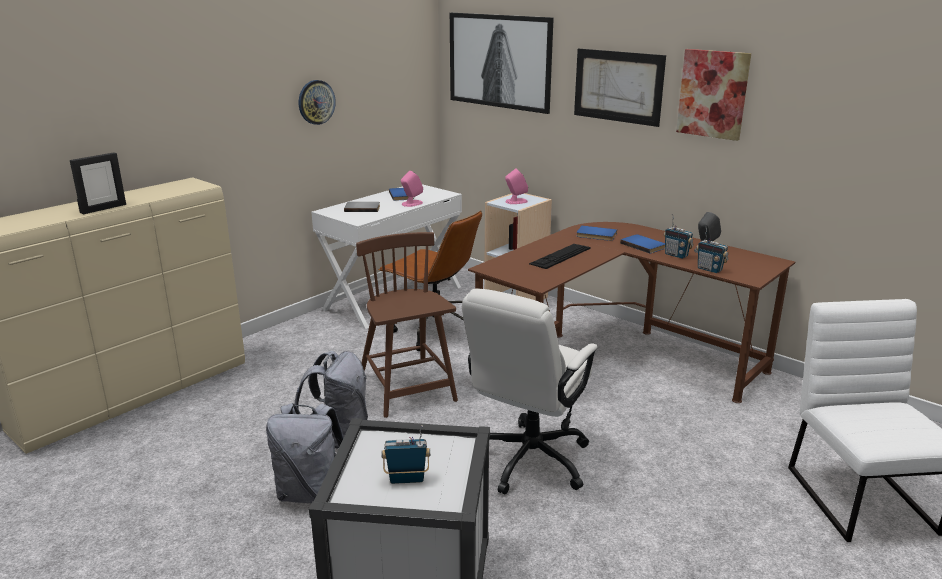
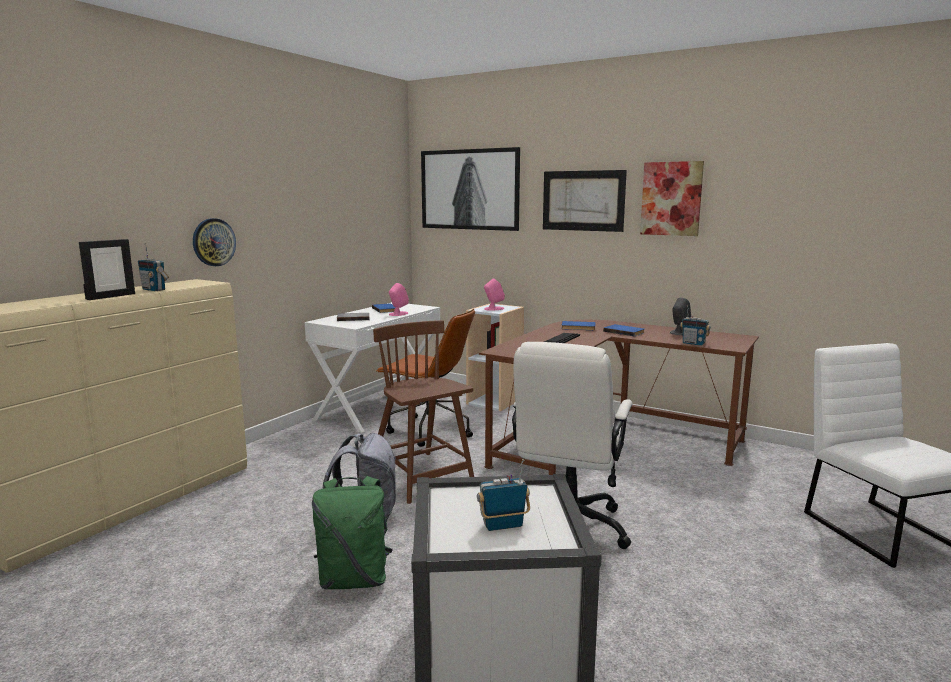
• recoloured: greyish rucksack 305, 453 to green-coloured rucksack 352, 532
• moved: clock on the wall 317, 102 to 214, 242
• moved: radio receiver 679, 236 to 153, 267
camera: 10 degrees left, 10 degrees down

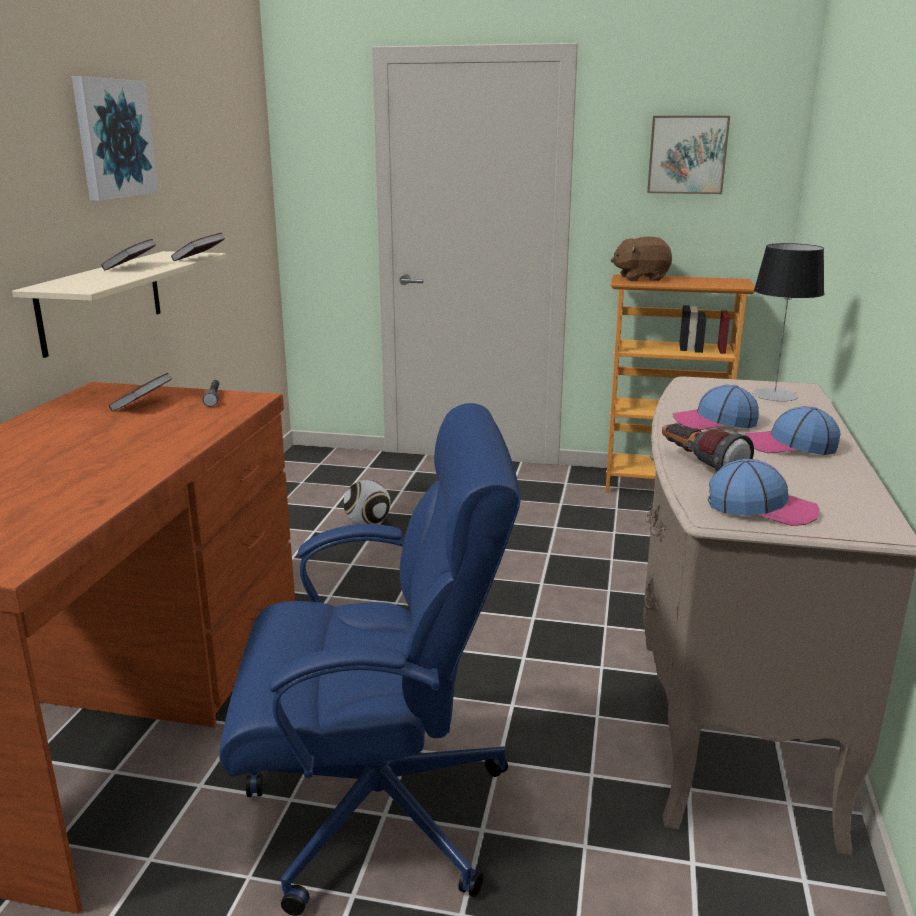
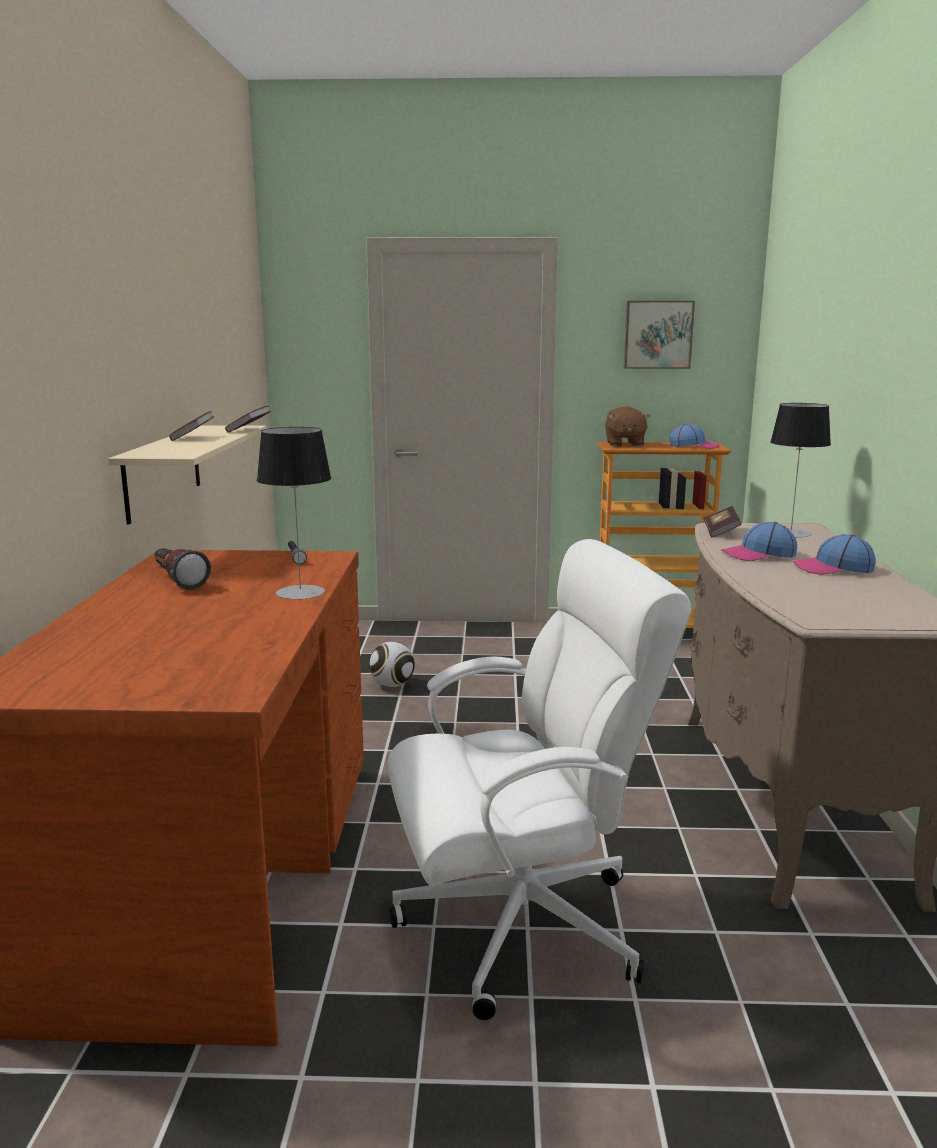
• removed: wall picture 115, 138
• moved: bound book 140, 392 to 723, 522
• recoloured: bluish desk chair 370, 659 to white desk chair 539, 779
• turned: brownish plush toy 641, 259 = 627, 426 75 degrees counterclockwise
• moved: torch 708, 447 to 182, 569
• moved: baseball cap 764, 492 to 694, 436
• added: tabletop lamp 294, 513
camera: 10 degrees left, 5 degrees down

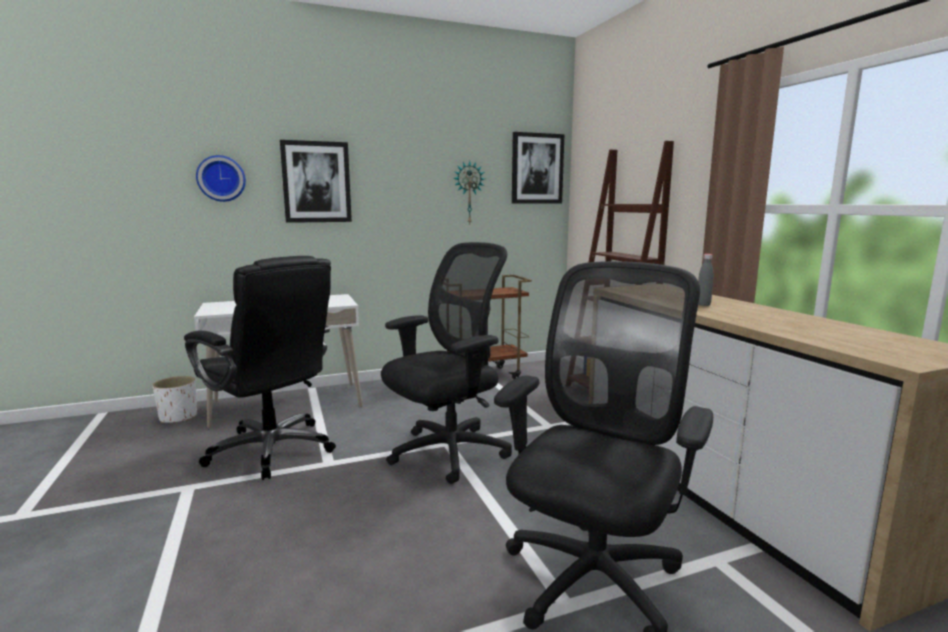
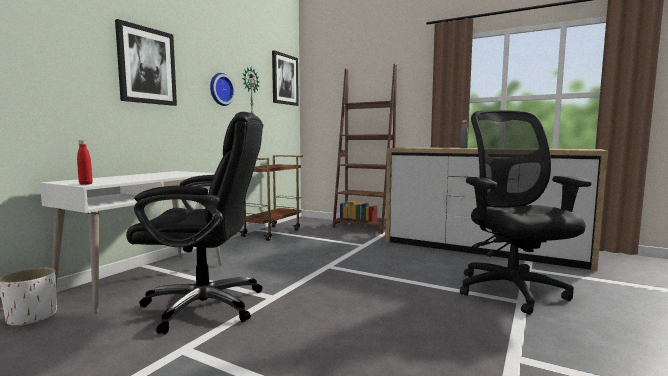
• moved: clock on the wall 221, 178 to 222, 89
• removed: black-coloured desk chair 446, 363
• added: red-coloured bottle 85, 162
camera: 40 degrees left, 5 degrees down

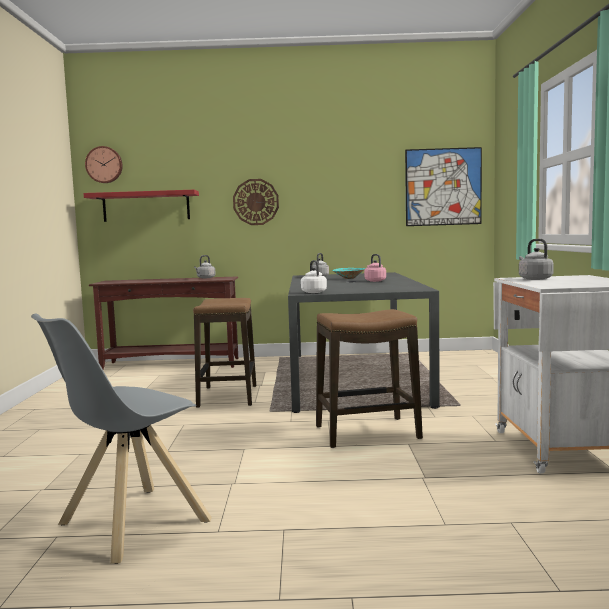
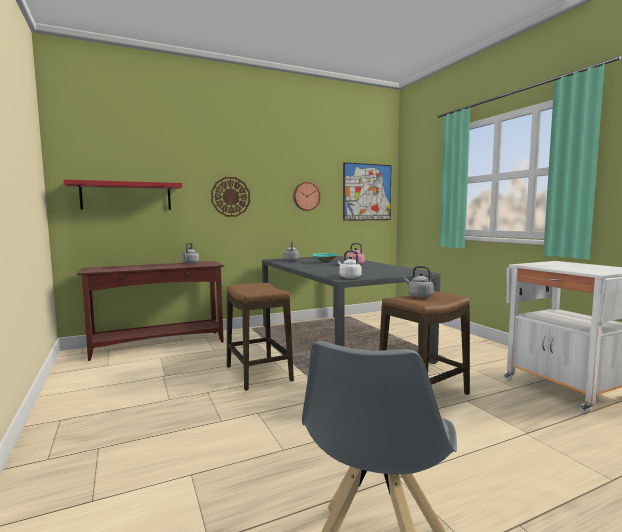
• moved: clock on the wall 104, 164 to 306, 196
• moved: greyish tea kettle 536, 259 to 419, 282
camera: 25 degrees left, 0 degrees up

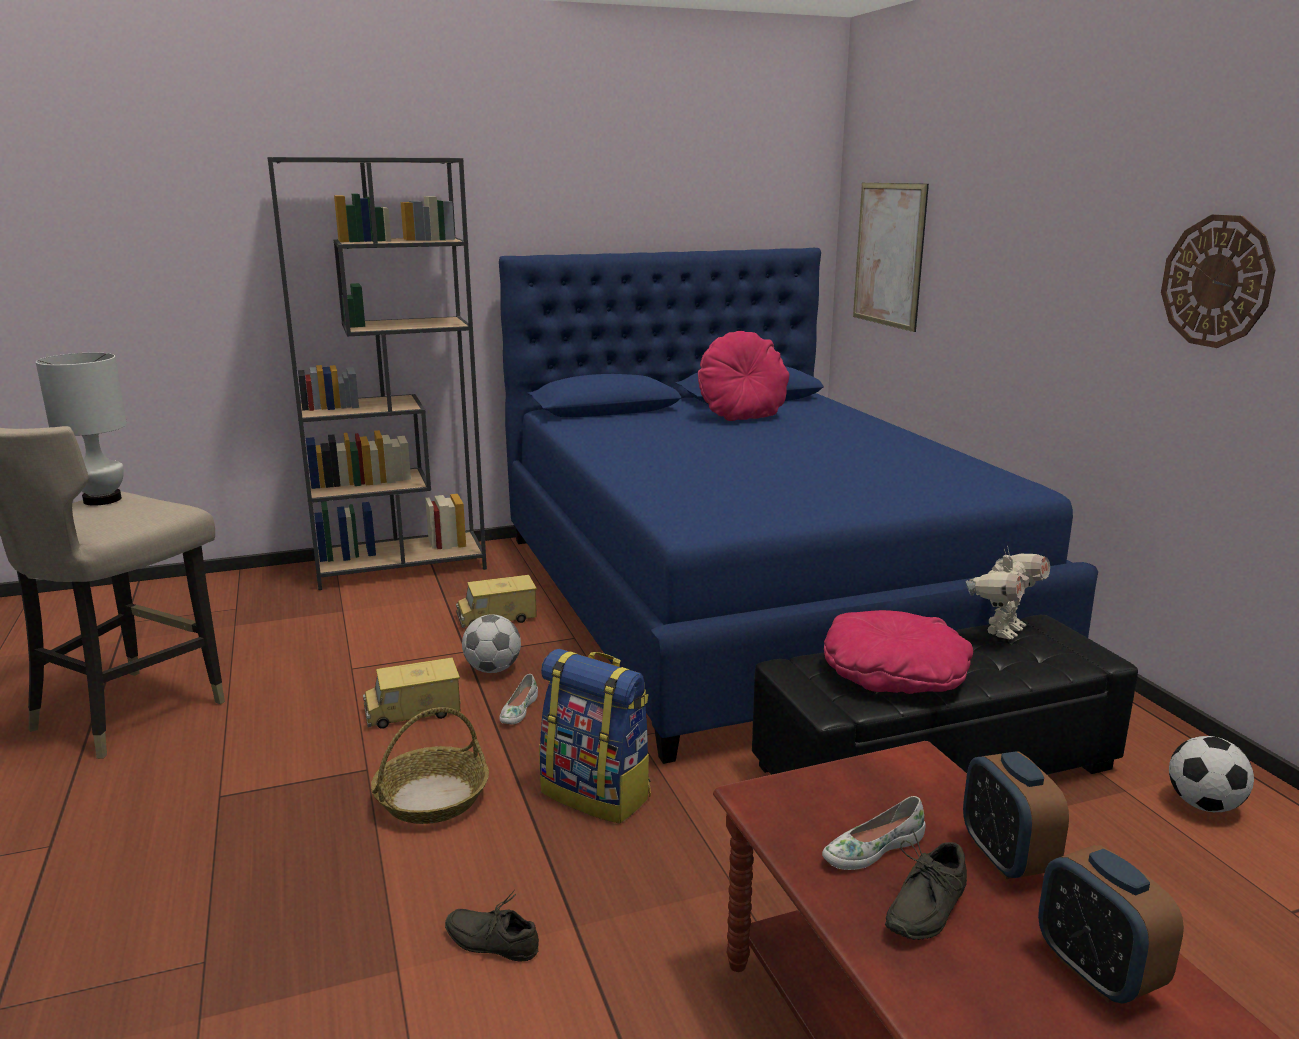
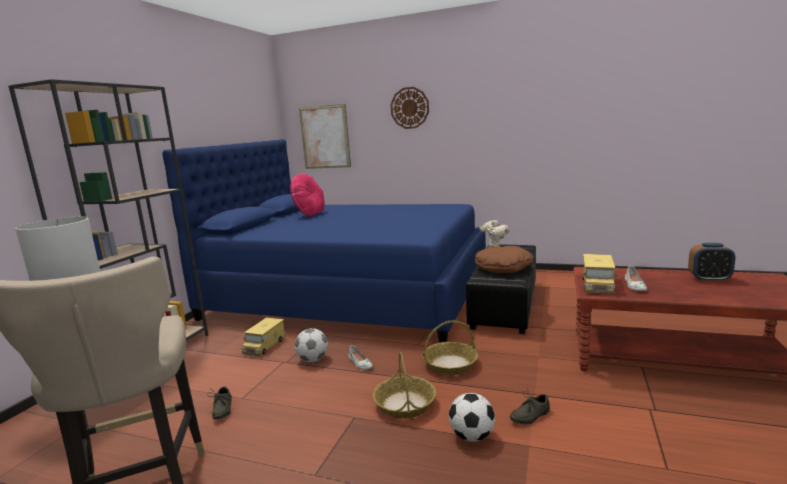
• moved: toy lorry 412, 693 to 599, 274
• replaced: rucksack 595, 736 to basket 450, 347
• recoloured: pink cushion 898, 652 to brownish cushion 504, 259
• moved: greyish shoe 926, 885 to 219, 403
• removed: alarm clock 1016, 815
• moved: clock on the wall 1218, 281 to 410, 108
• moved: football 1211, 774 to 472, 417
camera: 50 degrees left, 5 degrees down

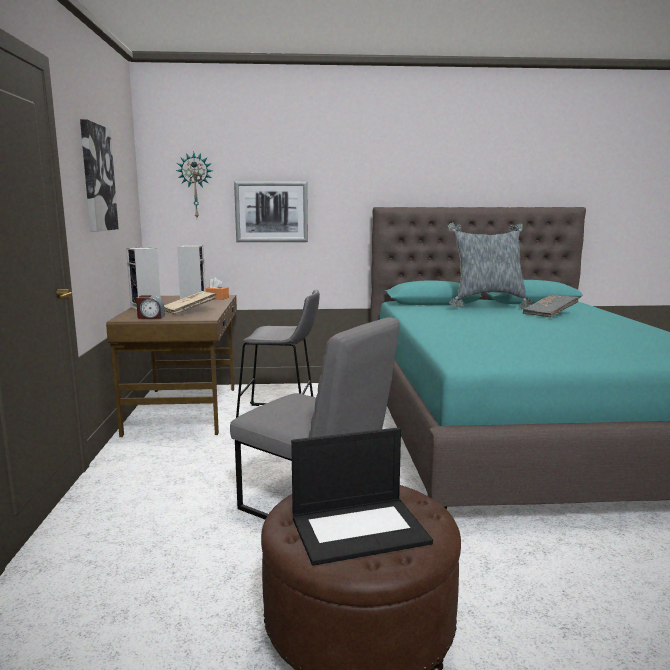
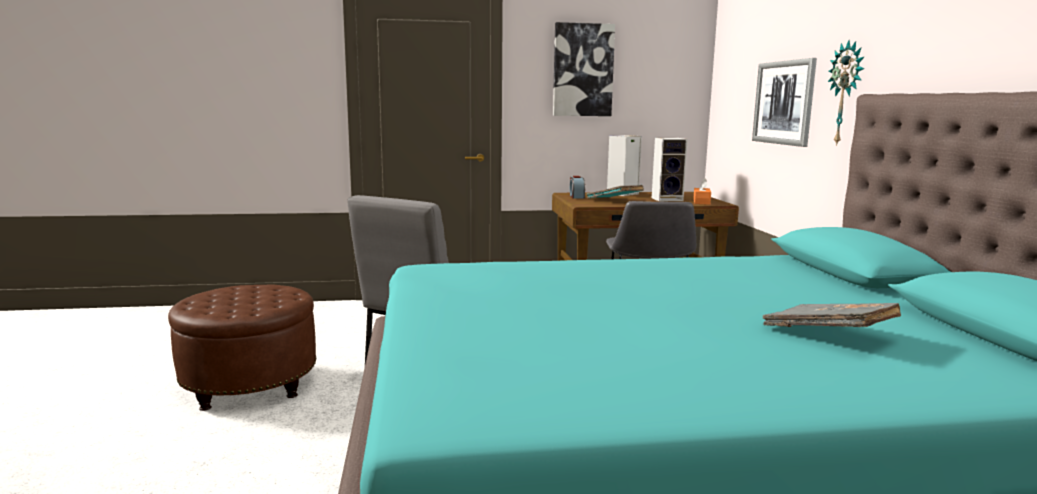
• recoloured: sand-coloured bound book 190, 302 to blue-green bound book 615, 191
• moved: clock on the wall 194, 185 to 846, 93
• removed: notebook computer 362, 496
• removed: cushion 491, 265
camera: 85 degrees right, 0 degrees up

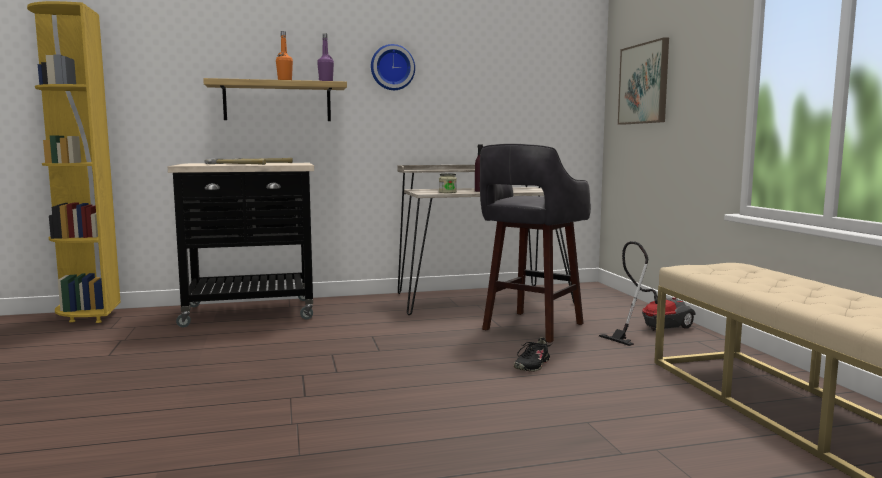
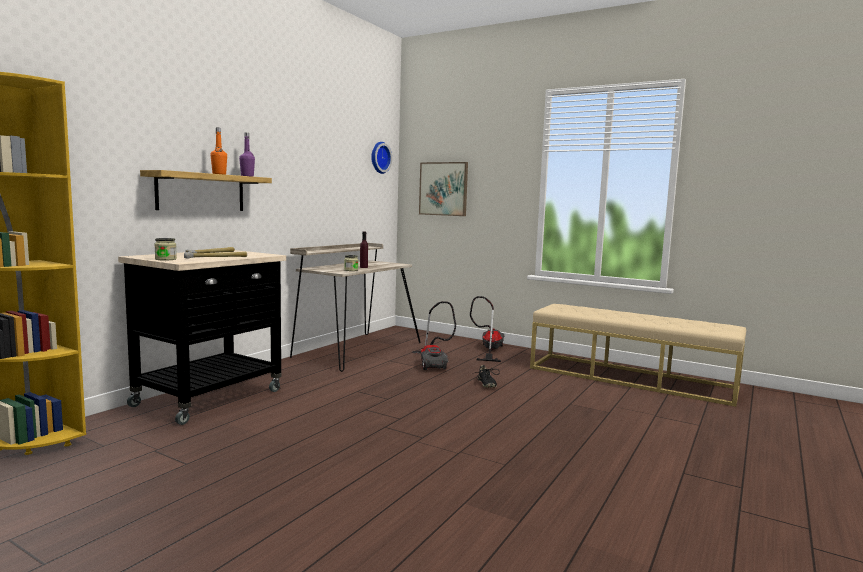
• moved: clock on the wall 393, 67 to 381, 158
• replaced: greyish stool 535, 243 to vacuum cleaner 434, 335
• added: preserve jar 165, 249
camera: 45 degrees left, 0 degrees up

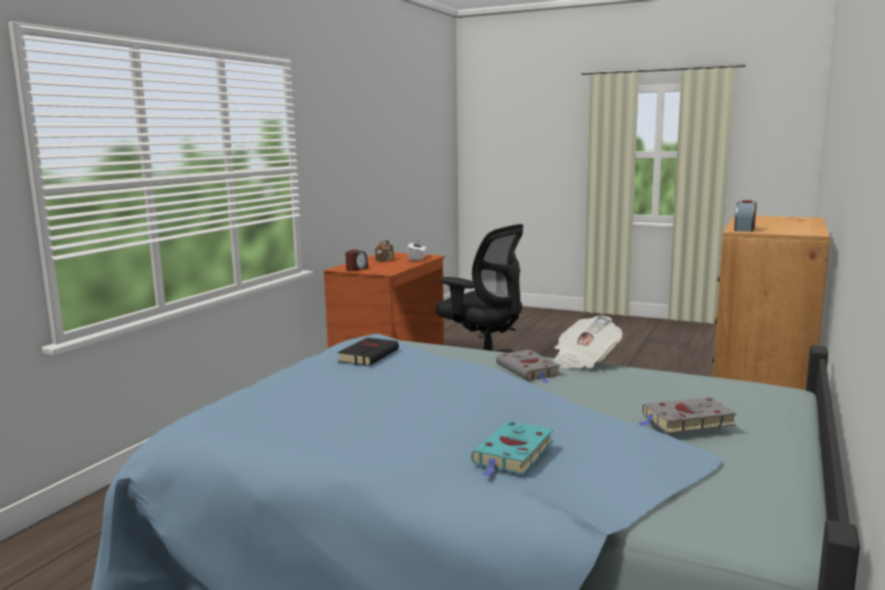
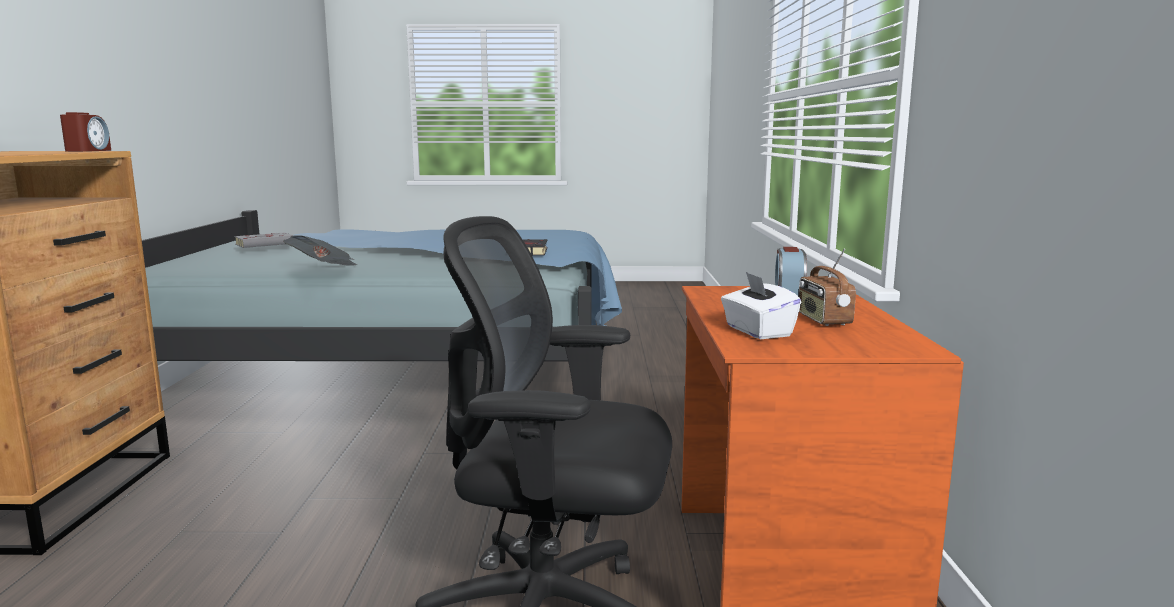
• removed: blue-green bound book 512, 449
• removed: greyish bound book 528, 366
camera: 155 degrees right, 0 degrees up

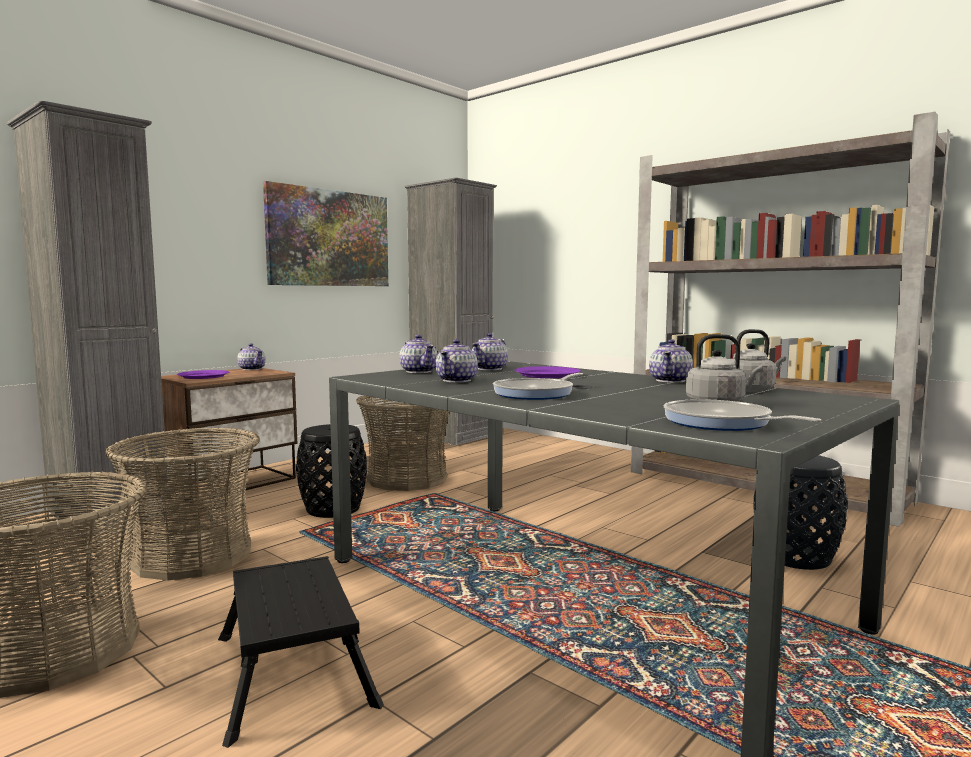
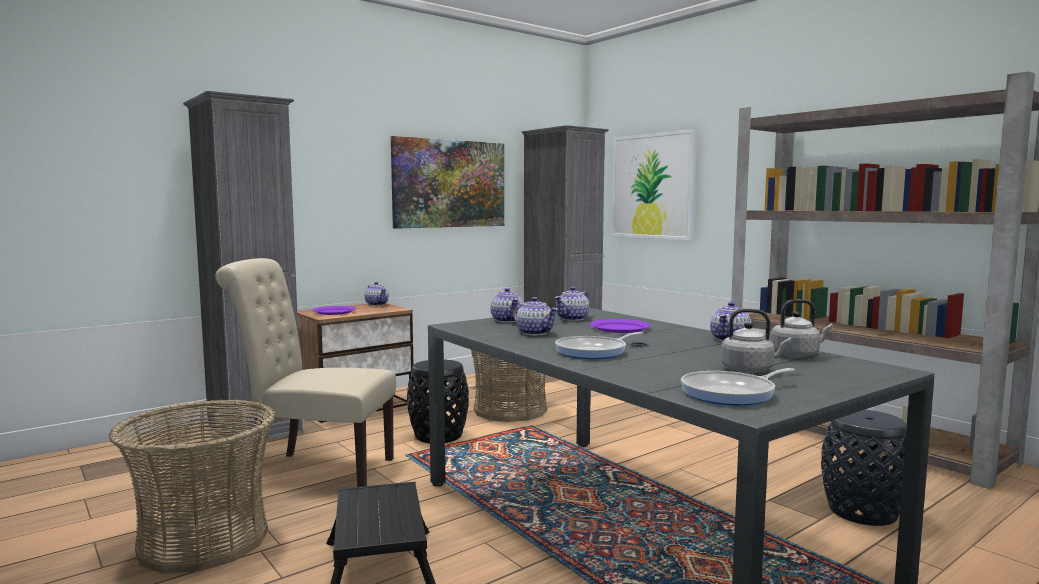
• replaced: basket 182, 504 to sand-coloured plain chair 305, 372
• turned: tea pot 457, 360 = 535, 316 75 degrees counterclockwise
• turned: pan 742, 415 = 738, 386 90 degrees counterclockwise
• added: wall picture 654, 184
camera: 10 degrees right, 0 degrees up

